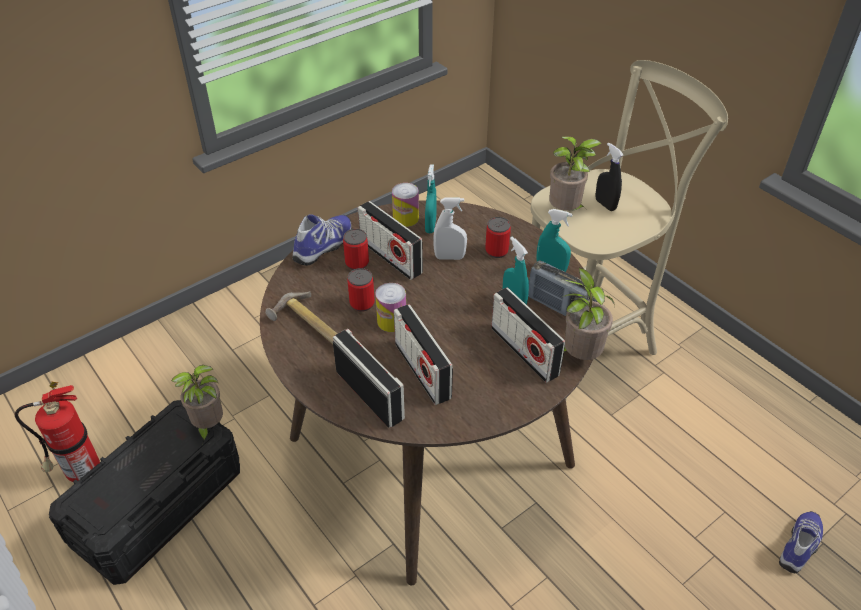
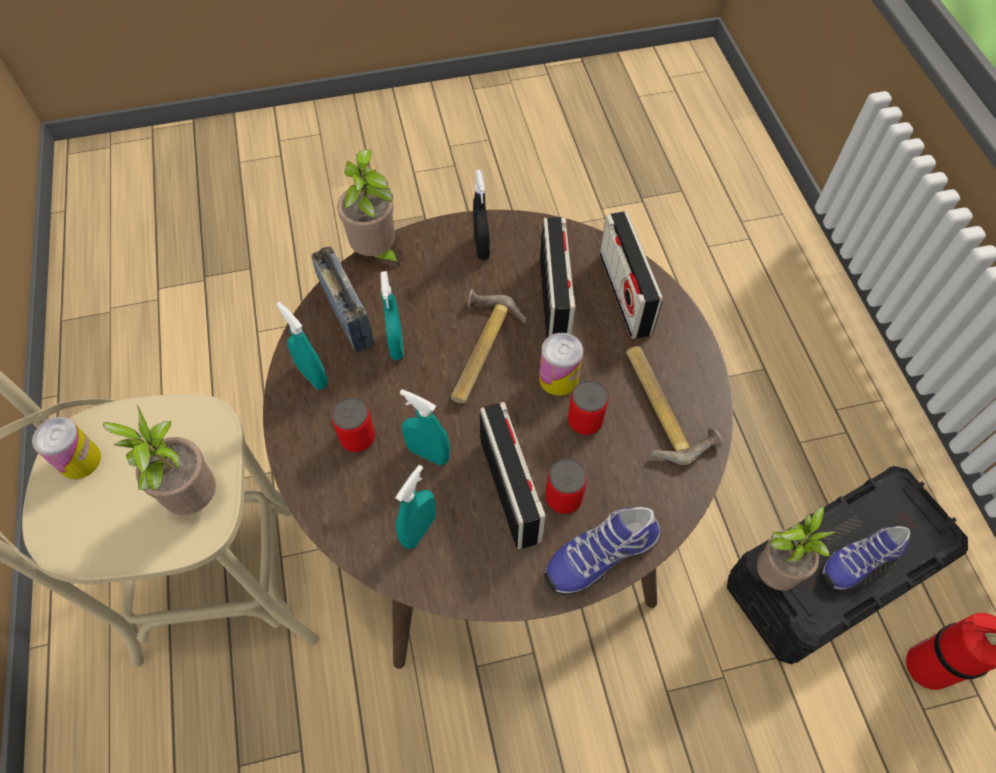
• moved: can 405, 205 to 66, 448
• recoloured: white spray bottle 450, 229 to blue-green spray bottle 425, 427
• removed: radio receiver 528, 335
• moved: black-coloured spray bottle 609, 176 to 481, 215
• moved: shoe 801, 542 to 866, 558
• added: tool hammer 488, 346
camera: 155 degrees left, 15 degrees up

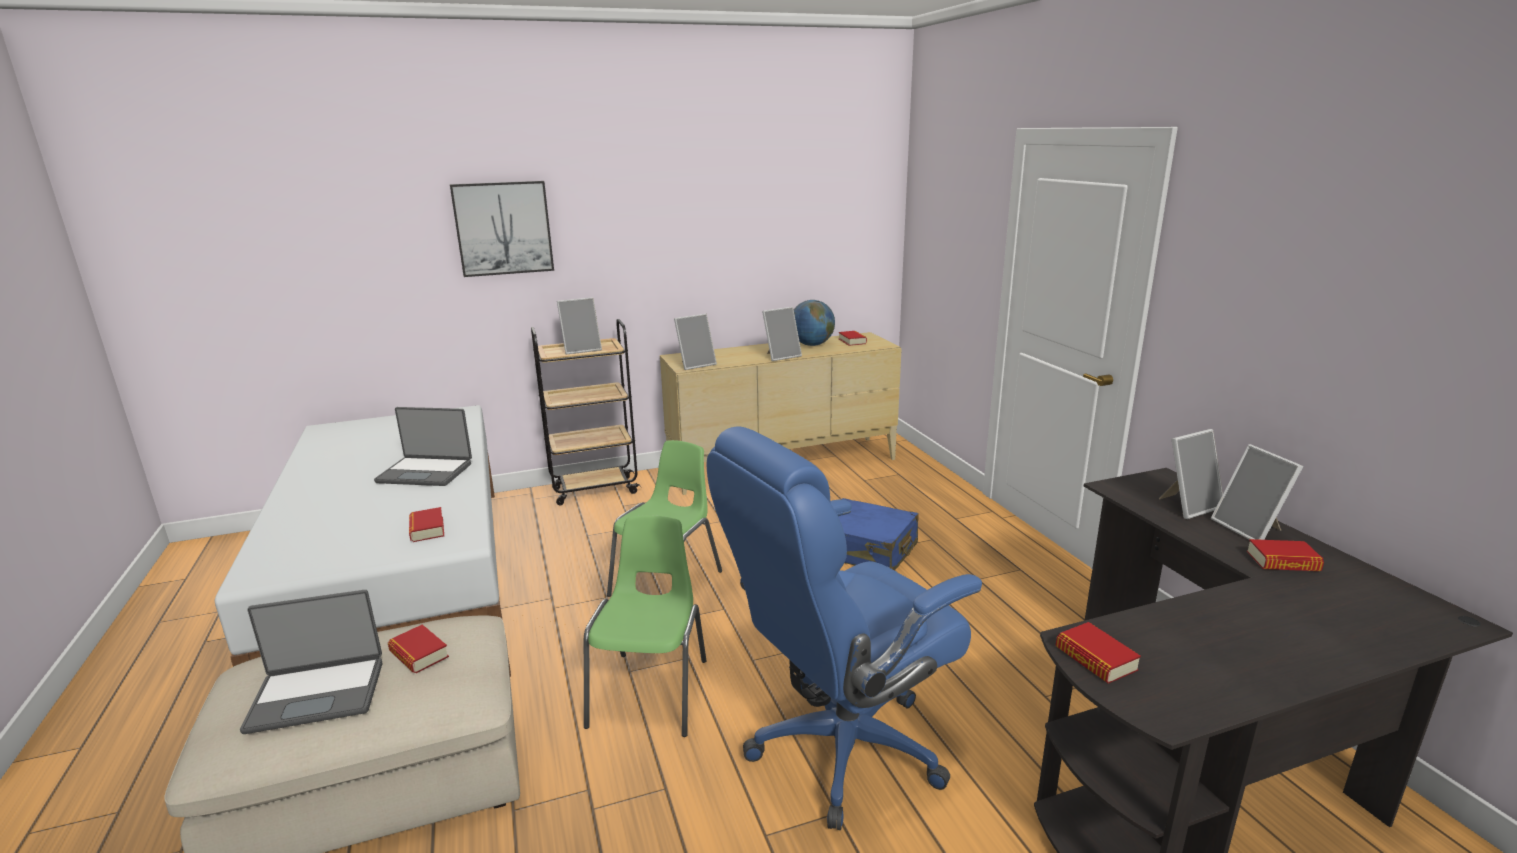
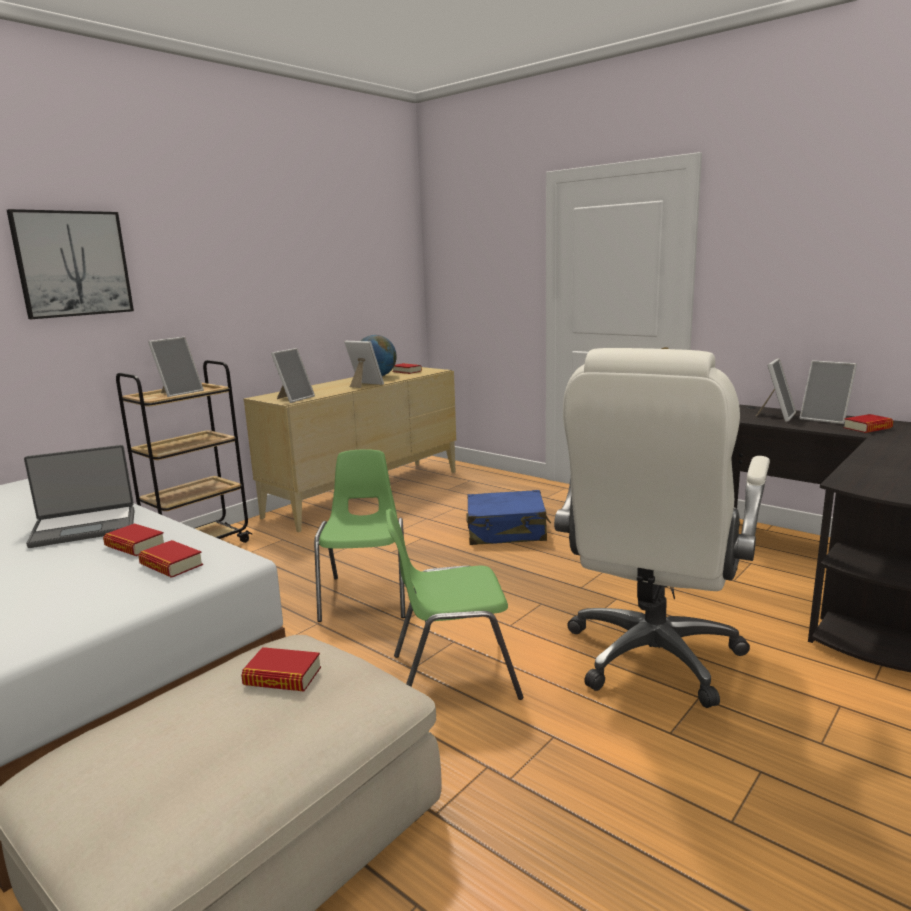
• removed: notebook computer 311, 662
• turned: green-coloured plain chair 645, 626 = 454, 604 75 degrees counterclockwise
• recoloured: bluish desk chair 844, 628 to white desk chair 662, 528
• turned: standing frame 782, 334 = 364, 364 90 degrees counterclockwise
• moved: bound book 1098, 653 to 133, 539
camera: 30 degrees left, 5 degrees down

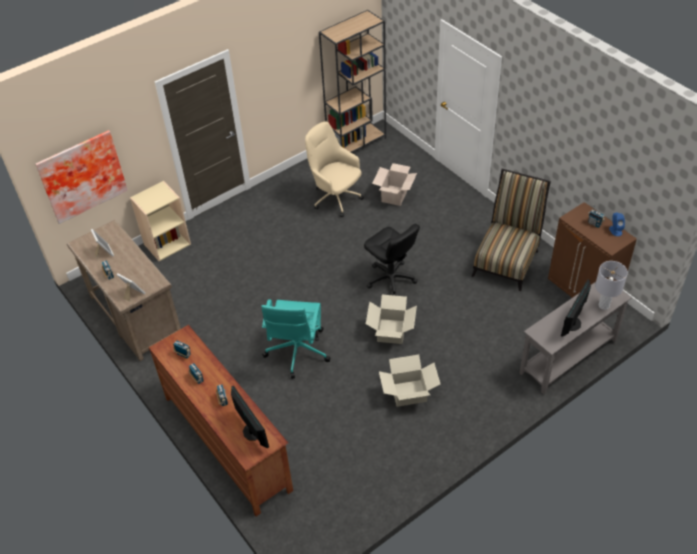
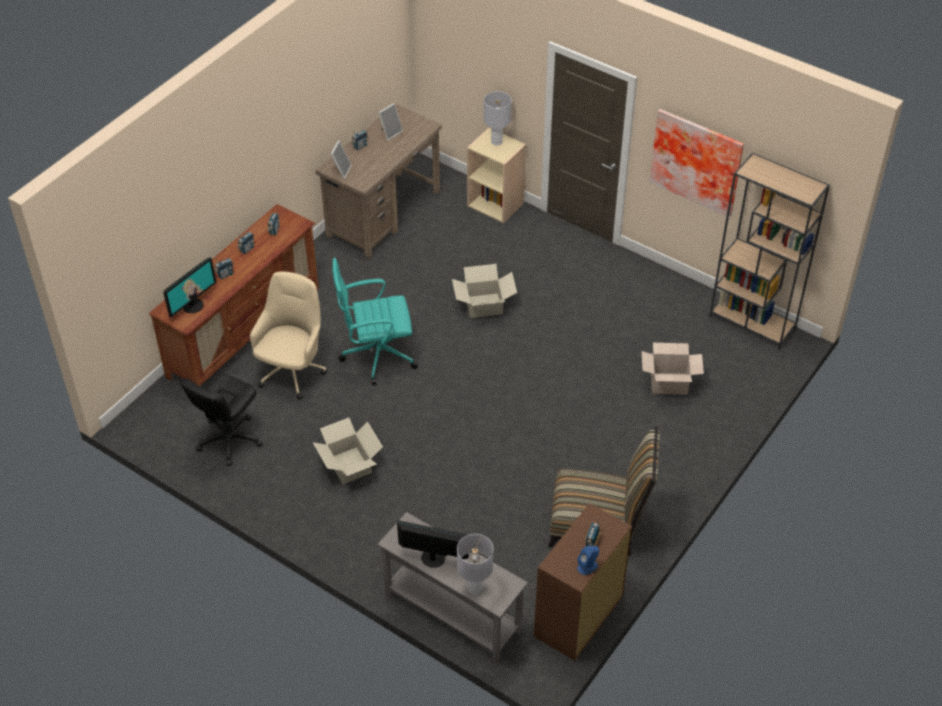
• moved: wall picture 81, 177 to 697, 163
• moved: sand-coloured desk chair 334, 169 to 288, 336
• moved: black-coloured desk chair 392, 259 to 221, 419
• moved: cardboard box 391, 319 to 484, 291
• added: greyish tabletop lamp 498, 118
camera: 70 degrees right, 0 degrees up

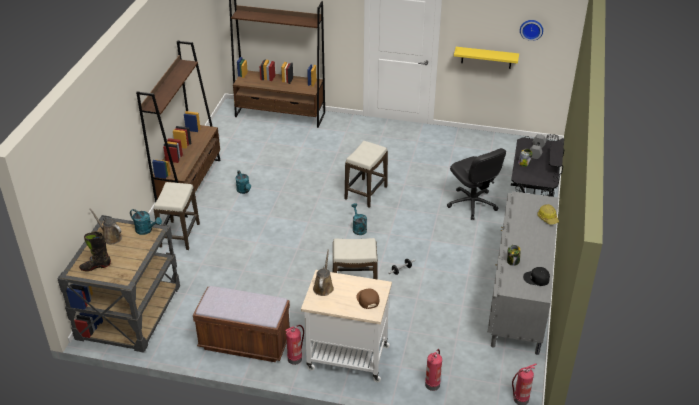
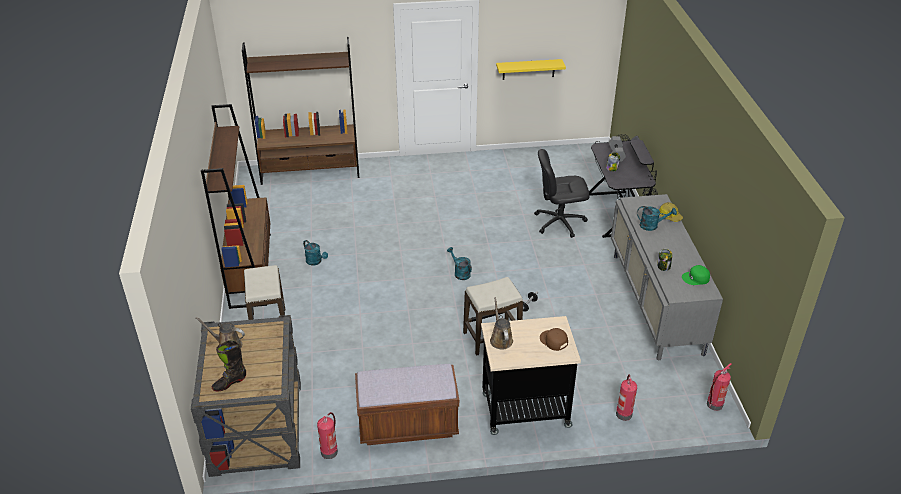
• moved: blue-green watering can 146, 222 to 657, 218
• moved: fire-fighting cylinder 294, 345 to 327, 435
• recoloured: white cart 346, 326 to black-coloured cart 531, 375
• removed: stool 366, 174
• turned: black-coloured desk chair 476, 184 = 561, 193 135 degrees clockwise
• removed: clock on the wall 531, 30
• recoloured: black-coloured baseball cap 536, 276 to green-coloured baseball cap 696, 275
camera: 20 degrees left, 0 degrees up

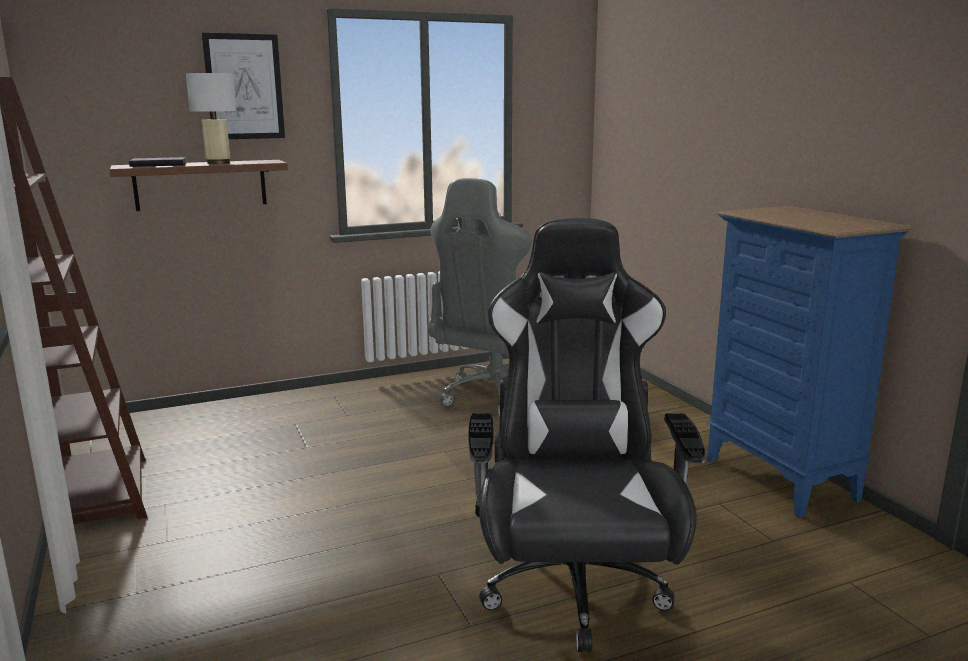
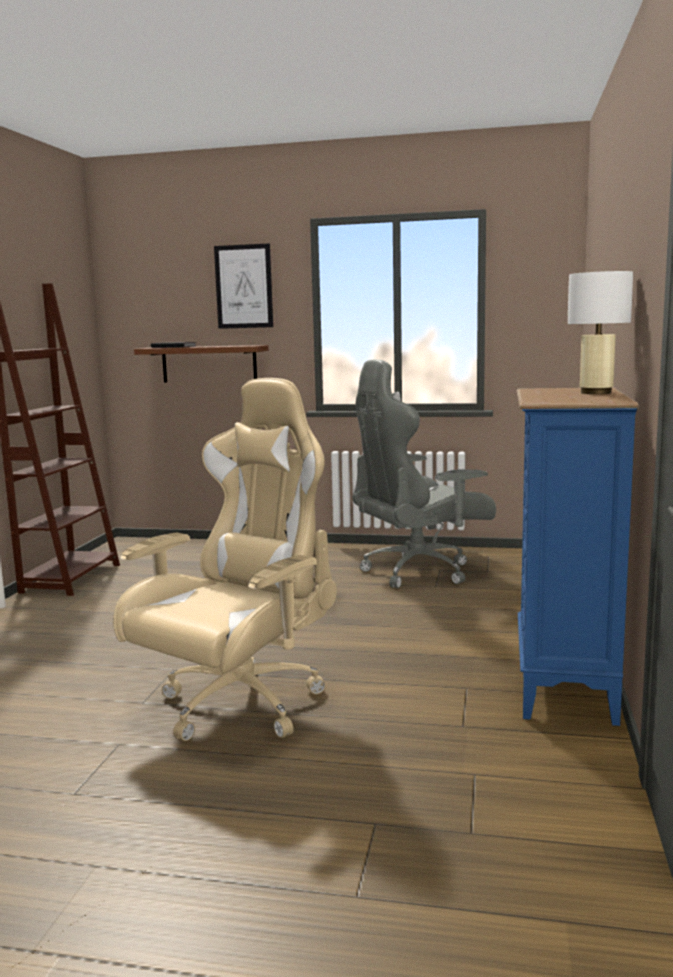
• moved: white tabletop lamp 211, 118 to 600, 332
• recoloured: black-coloured desk chair 586, 435 to sand-coloured desk chair 225, 559
camera: 35 degrees right, 5 degrees down

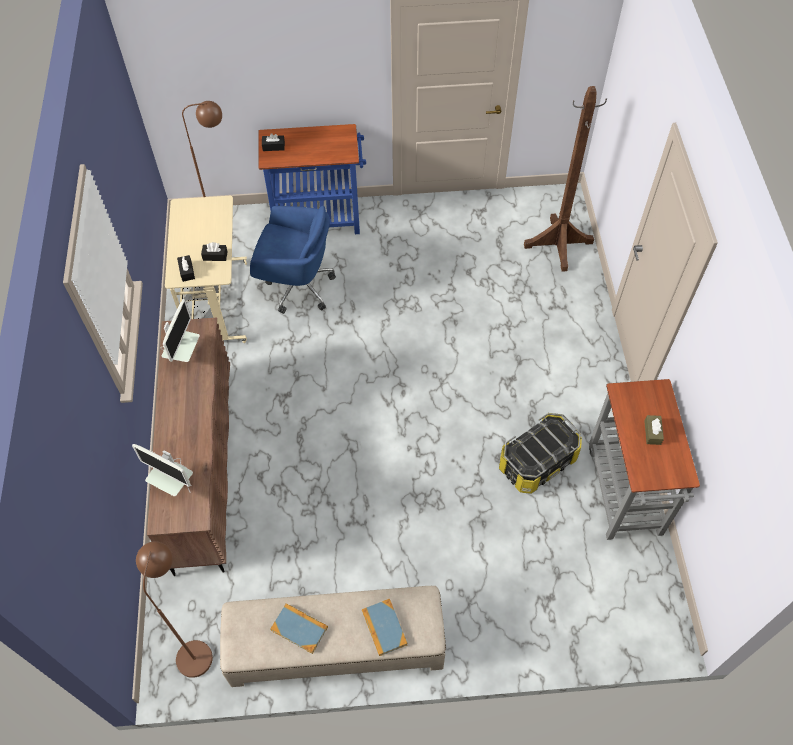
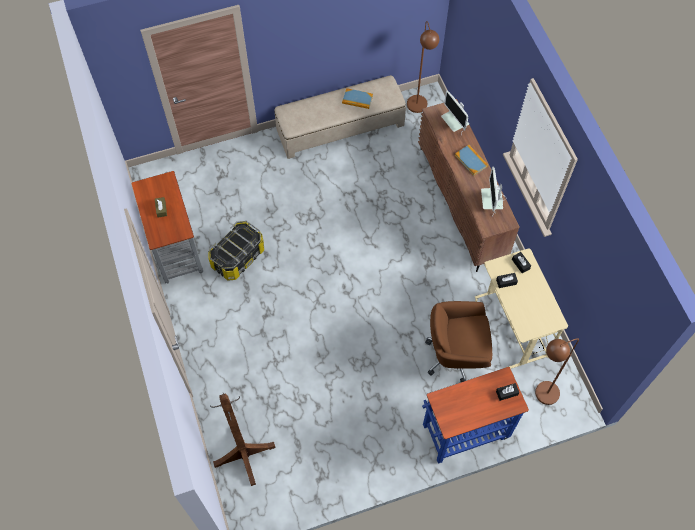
• turned: computer screen 162, 470 = 455, 113 135 degrees counterclockwise
• recoloured: bluish desk chair 293, 259 to brownish desk chair 458, 341
• moved: bound book 385, 627 to 471, 160
camera: 165 degrees right, 5 degrees up

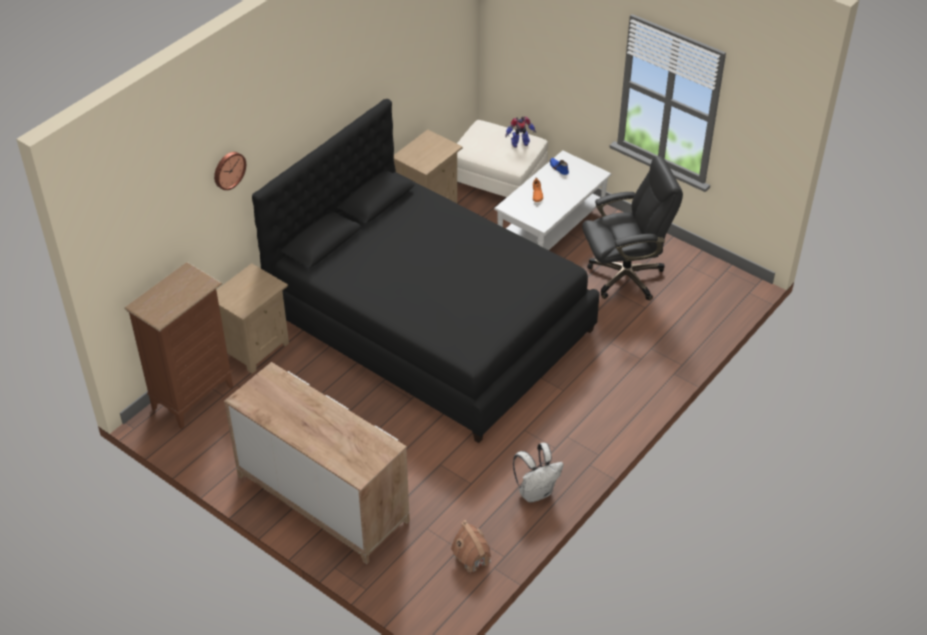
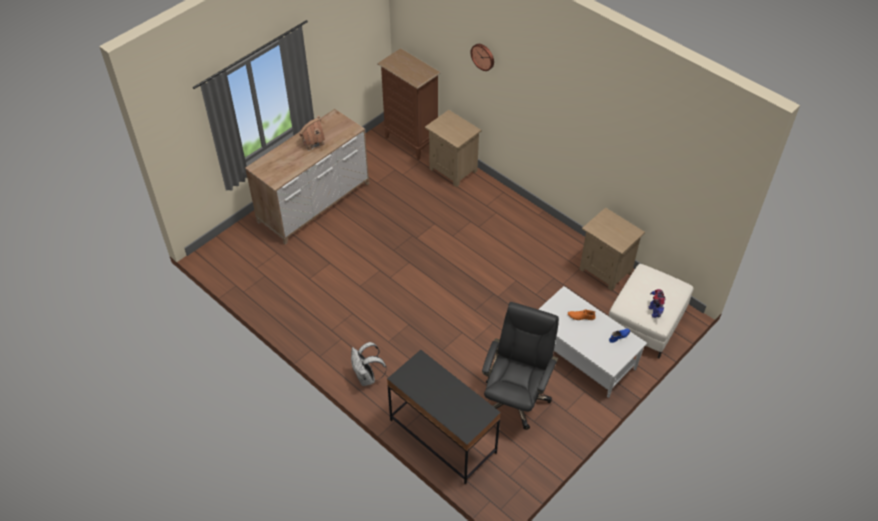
• removed: black-coloured bedroom bed 426, 271
• moved: model house 471, 546 to 312, 133
• moved: white rucksack 538, 473 to 369, 364
• turned: black-coloured desk chair 632, 228 = 520, 366 150 degrees counterclockwise
• added: black-coloured desk unit 444, 417
camera: 95 degrees right, 5 degrees up

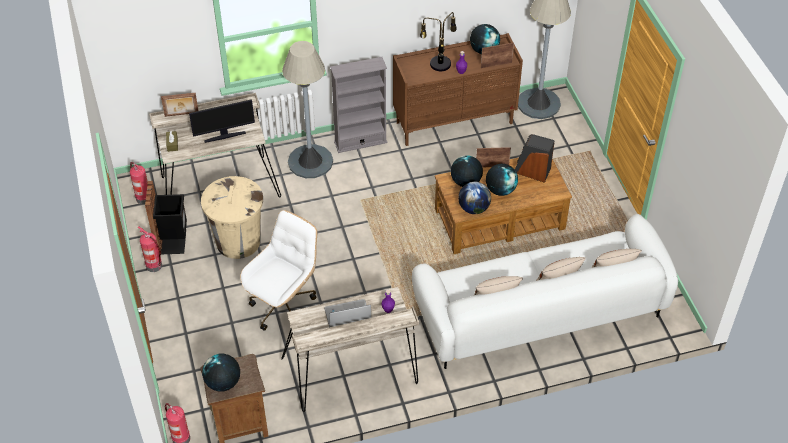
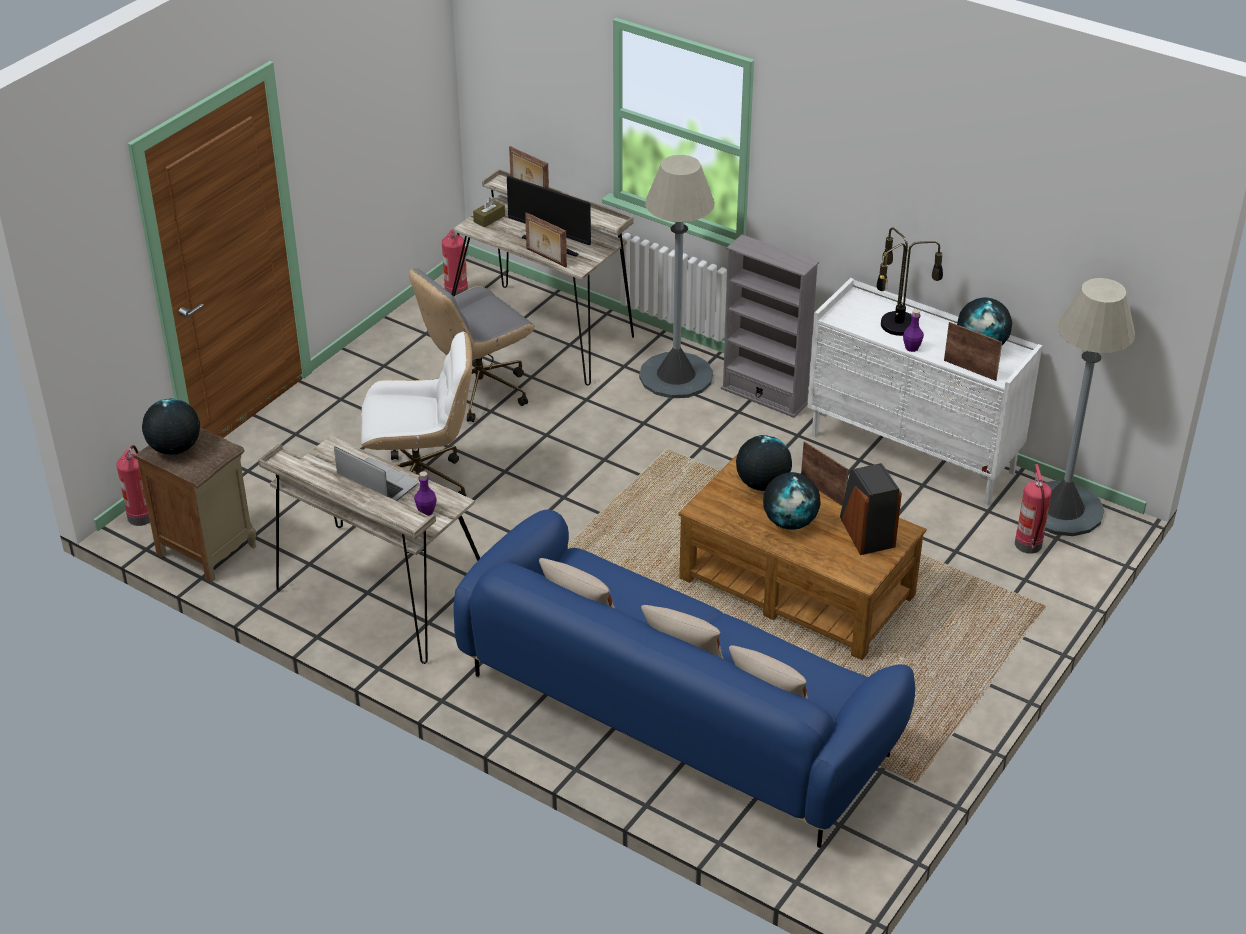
• moved: fire-fighting cylinder 149, 249 to 1033, 509
• removed: black-coloured rubbish bin 166, 217
• replaced: sand-coloured rubbish bin 232, 217 to greyish desk chair 472, 345
• recoloured: brownish cupboard 458, 89 to white cupboard 924, 392
• recoloured: white sofa 545, 291 to bluish sofa 684, 679
• removed: world globe 474, 198
• added: standing frame 546, 239
camera: 50 degrees right, 10 degrees down

